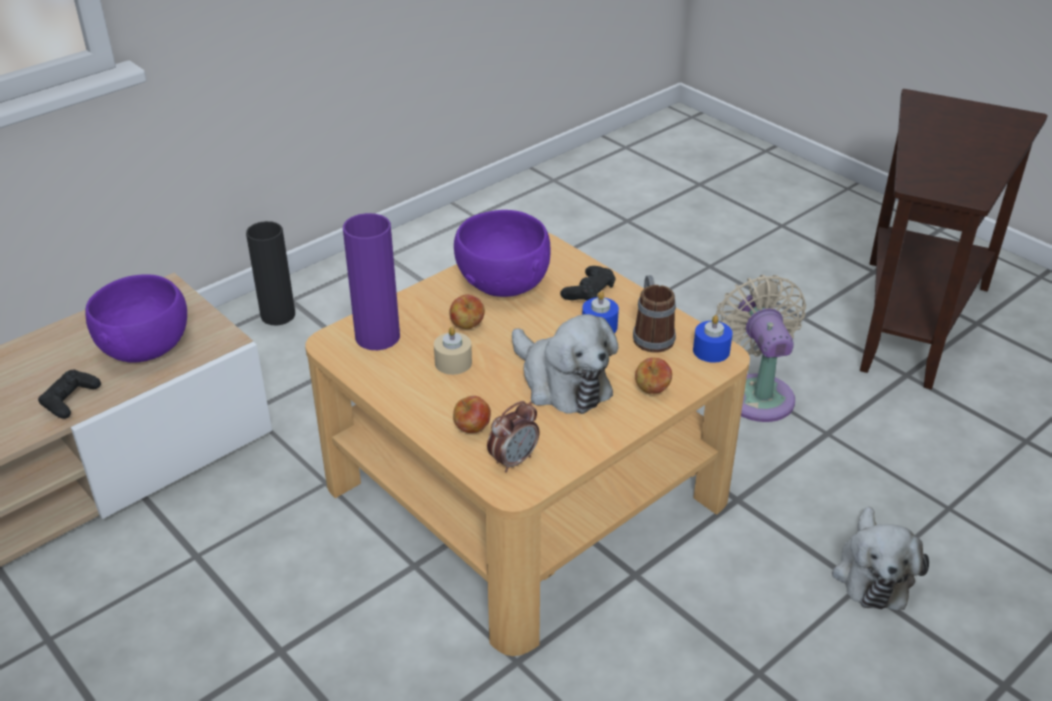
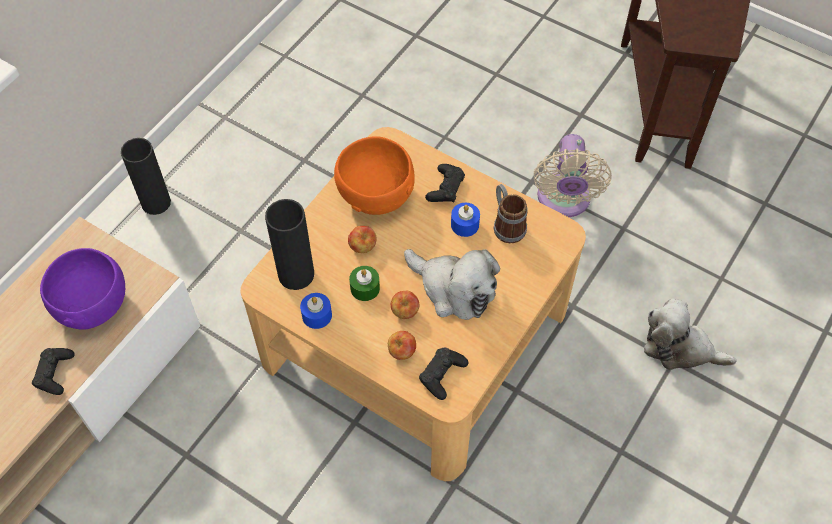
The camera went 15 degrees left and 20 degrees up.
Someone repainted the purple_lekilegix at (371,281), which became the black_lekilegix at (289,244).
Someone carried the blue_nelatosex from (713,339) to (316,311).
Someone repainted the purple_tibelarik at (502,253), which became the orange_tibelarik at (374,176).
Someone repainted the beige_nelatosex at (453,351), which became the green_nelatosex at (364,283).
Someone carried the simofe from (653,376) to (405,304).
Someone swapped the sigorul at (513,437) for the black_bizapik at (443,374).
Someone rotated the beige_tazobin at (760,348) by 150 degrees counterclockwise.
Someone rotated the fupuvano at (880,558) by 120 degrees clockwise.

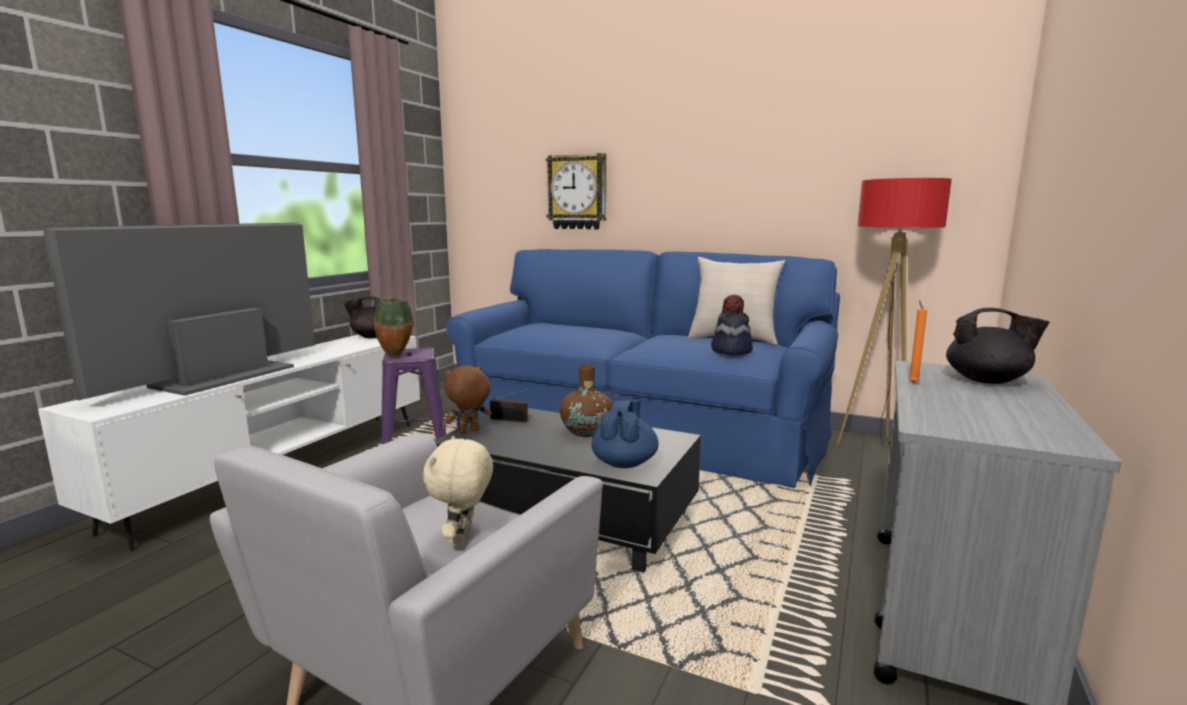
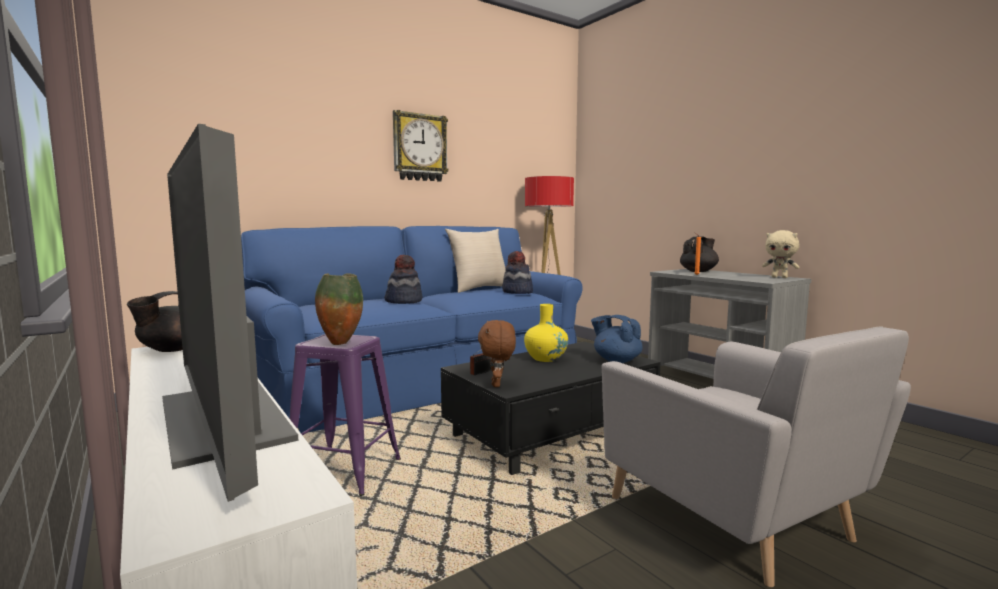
The camera went 60 degrees left and 5 degrees down.
Someone put down the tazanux at (404,279).
Someone carried the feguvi from (576,191) to (421,146).
Someone repainted the brown_lekilegix at (586,401), which became the yellow_lekilegix at (546,333).
Someone carried the beige_fupuvano from (458,492) to (780,254).

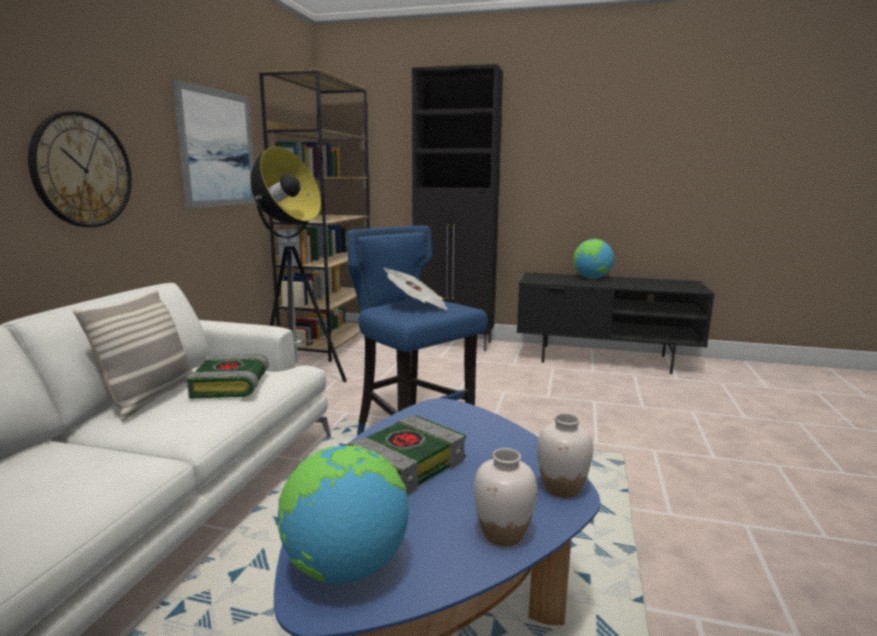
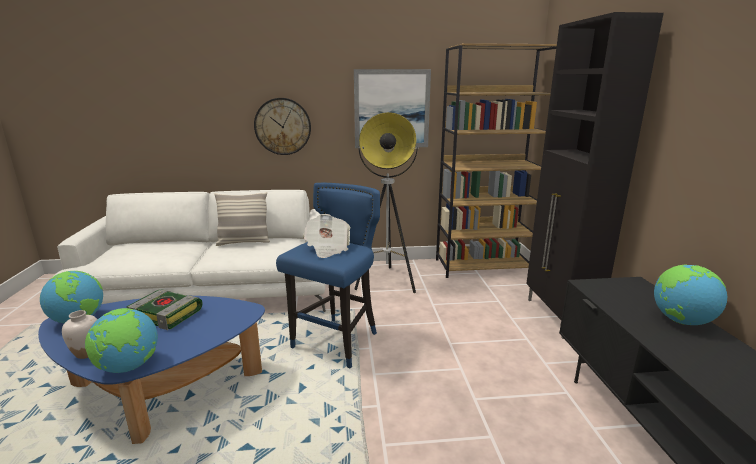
The camera went 70 degrees right and 5 degrees up.
Someone swapped the white_lekilegix at (565,455) for the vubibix at (121,340).
Someone took away the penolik at (227,376).

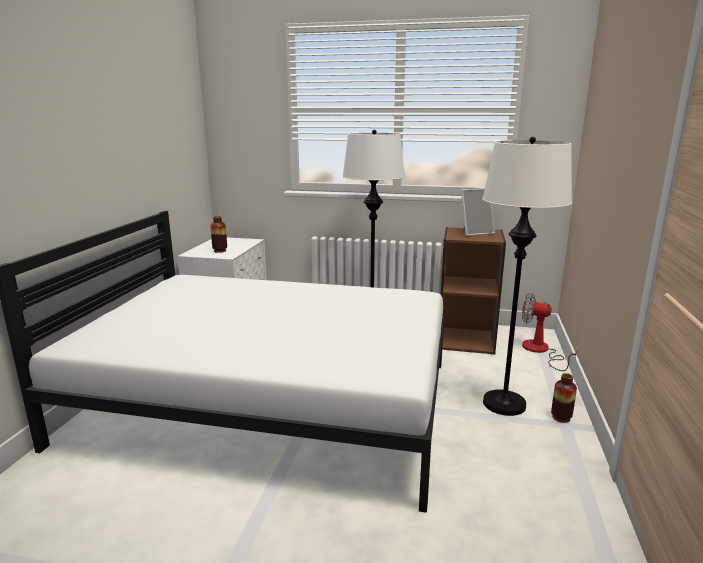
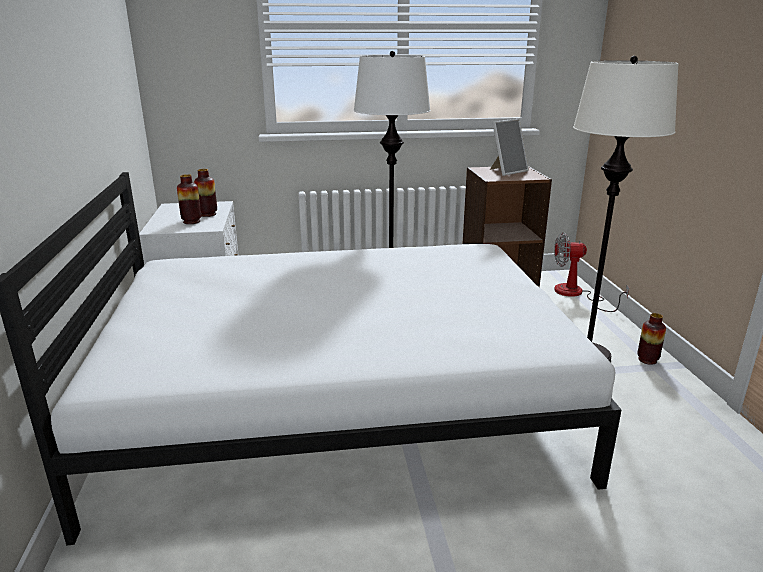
The camera went 20 degrees left and 5 degrees up.
Someone put down the lekilegix at (205,193).

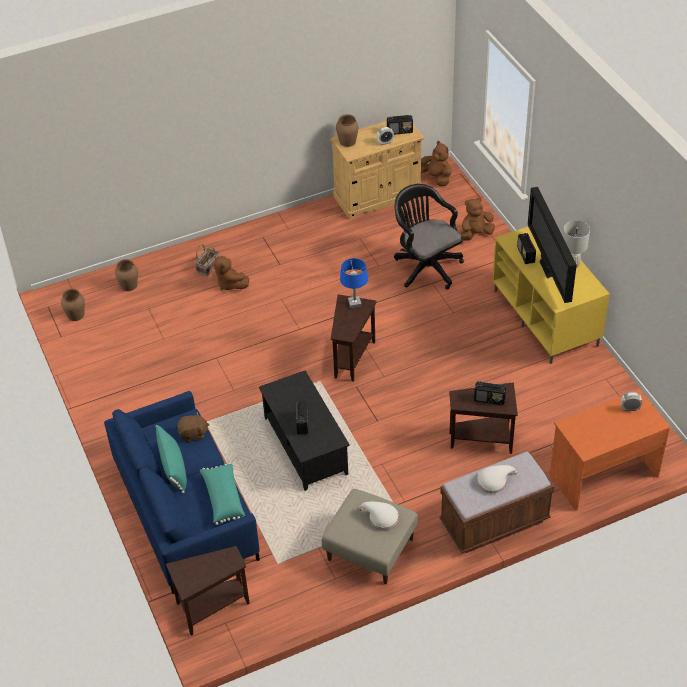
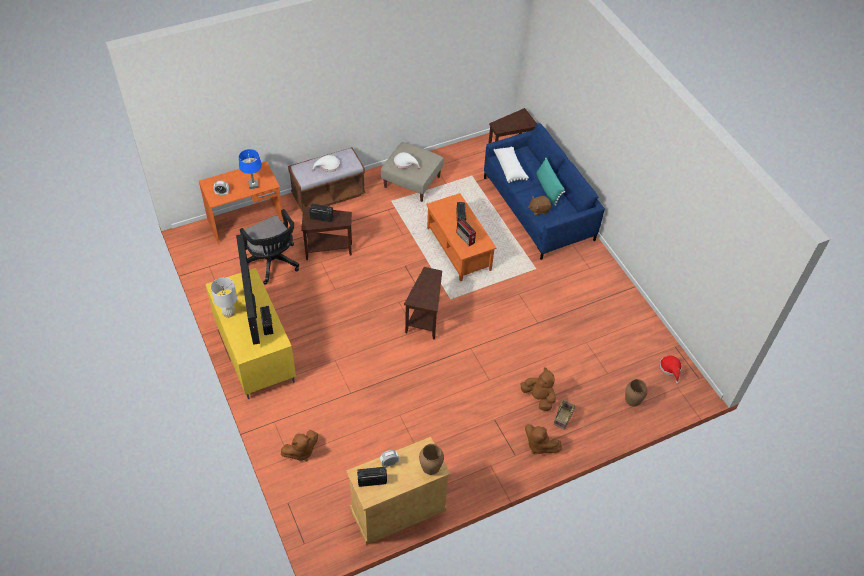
The camera went 175 degrees right and 5 degrees up.
Someone carried the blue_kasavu from (354,283) to (250,169).
Someone carried the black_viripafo from (429,237) to (269,247).
Someone repainted the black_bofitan at (304,430), which became the orange_bofitan at (461,237).
Someone put down the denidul at (466,232).
Someone repainted the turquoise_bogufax at (222,493), which became the white_bogufax at (511,165).
Someone carried the brown_fupuvano from (436,163) to (543,439).
Someone swapped the brown_lekilegix at (73,305) for the red_tazanux at (670,370).

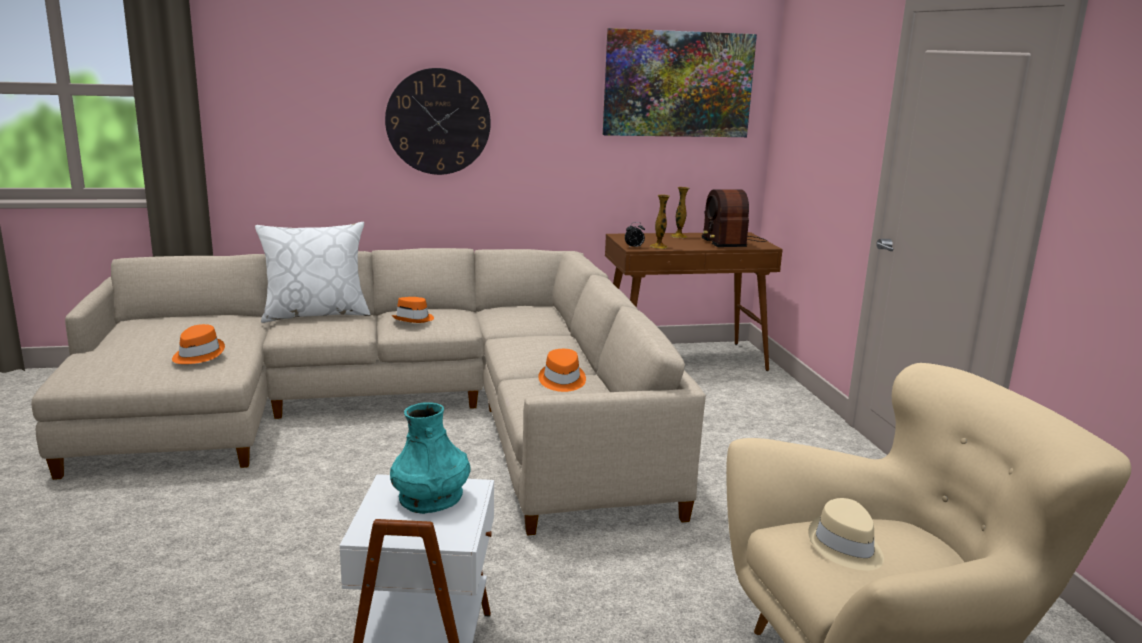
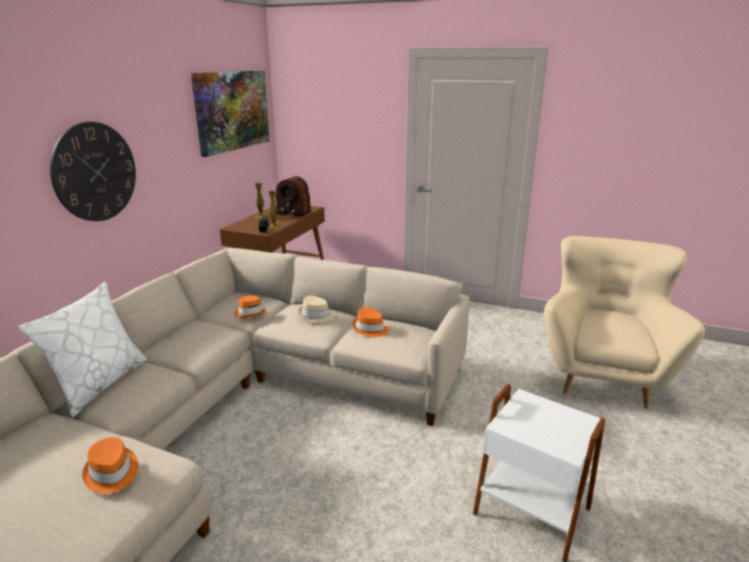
The camera went 55 degrees left and 5 degrees up.
Someone carried the orange_tazanux from (413,310) to (250,306).
Someone carried the beige_tazanux from (846,534) to (316,309).
Someone took away the turquoise_lekilegix at (430,458).

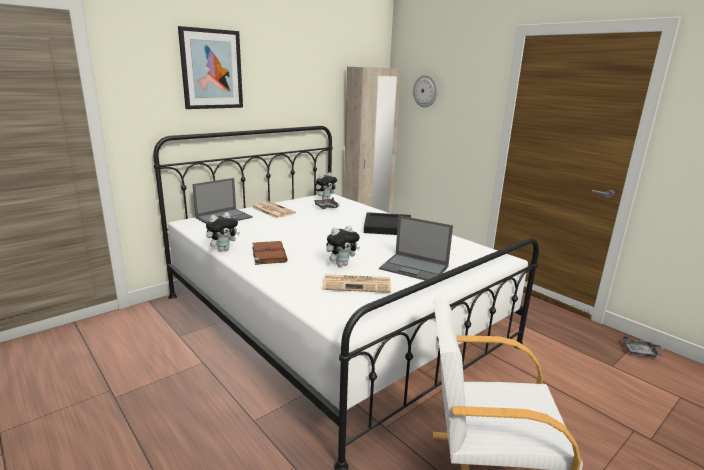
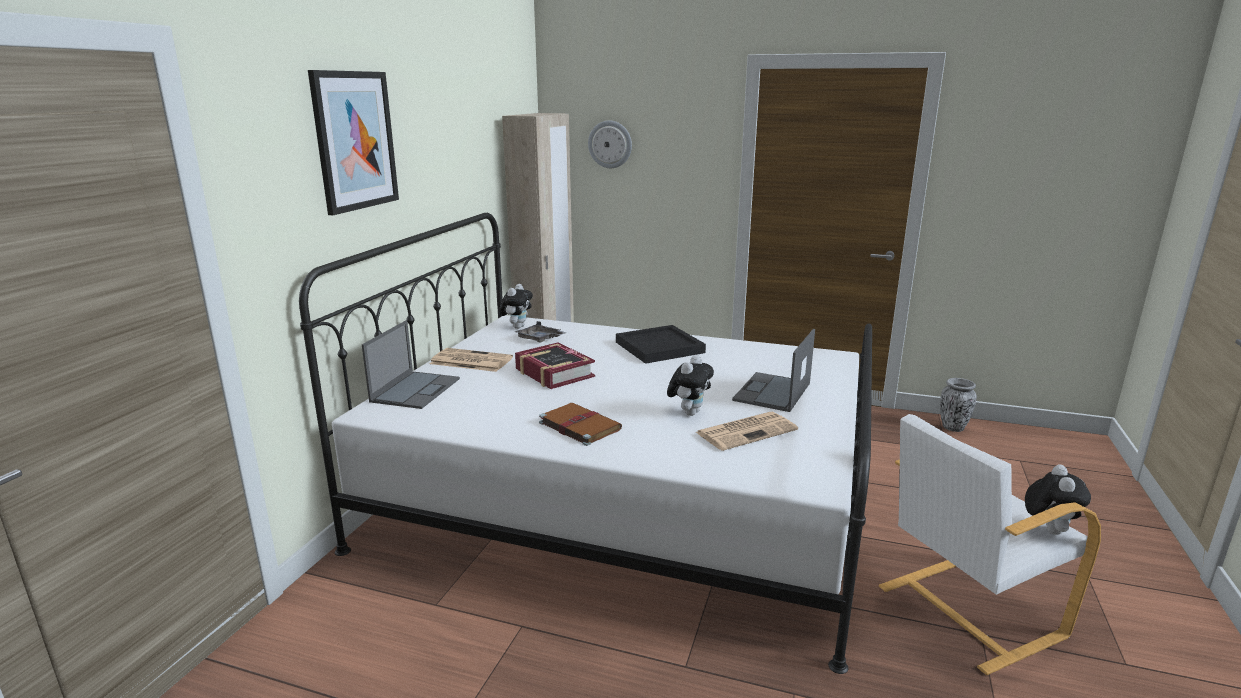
The camera went 30 degrees left and 0 degrees up.
Someone put down the penolik at (555,365).
Someone rotated the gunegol at (416,248) by 120 degrees clockwise.
Someone swapped the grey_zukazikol at (643,347) for the lekilegix at (958,405).
Someone carried the fupuvano from (223,232) to (1058,499).

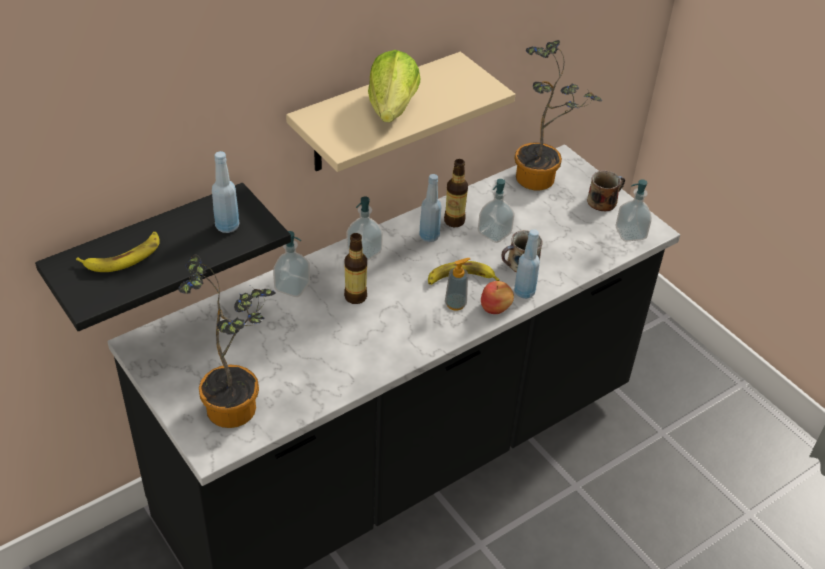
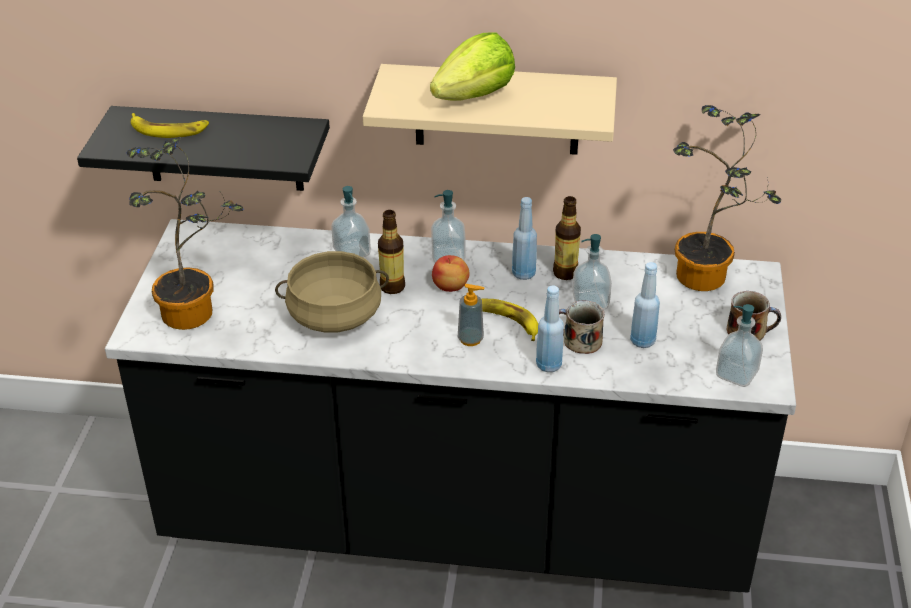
The camera went 45 degrees right and 5 degrees down.
Someone put down the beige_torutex at (332,292).
Someone carried the simofe from (497,297) to (451,273).
Someone carried the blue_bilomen from (226,192) to (645,305).

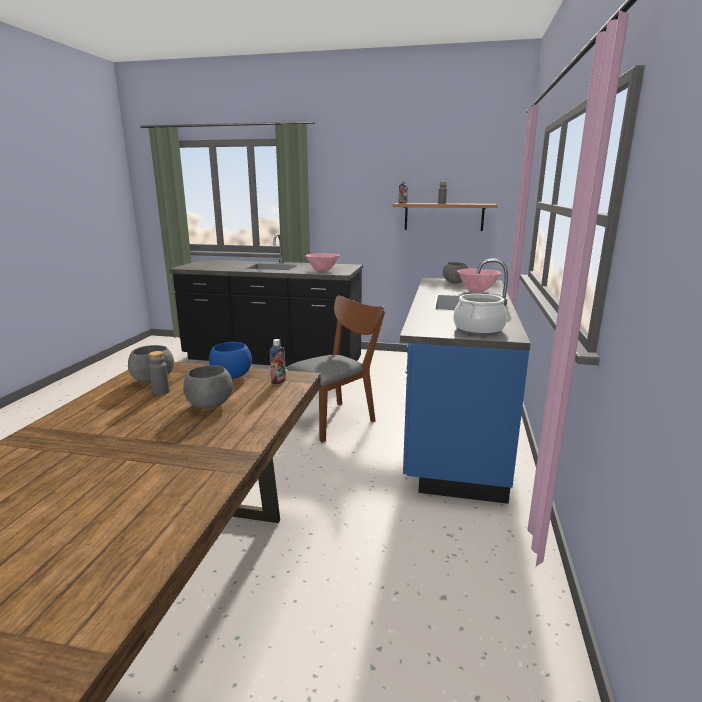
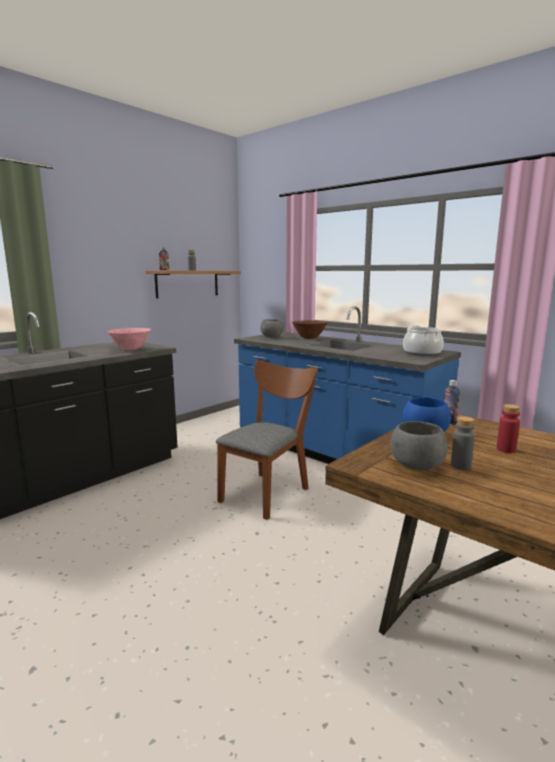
The camera went 60 degrees left and 5 degrees down.
Someone rotated the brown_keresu at (336,369) by 45 degrees clockwise.
Someone repainted the pink_tibelarik at (479,280), which became the brown_tibelarik at (310,329).
Someone swapped the grey_tibelarik at (208,387) for the red_bilomen at (508,428).

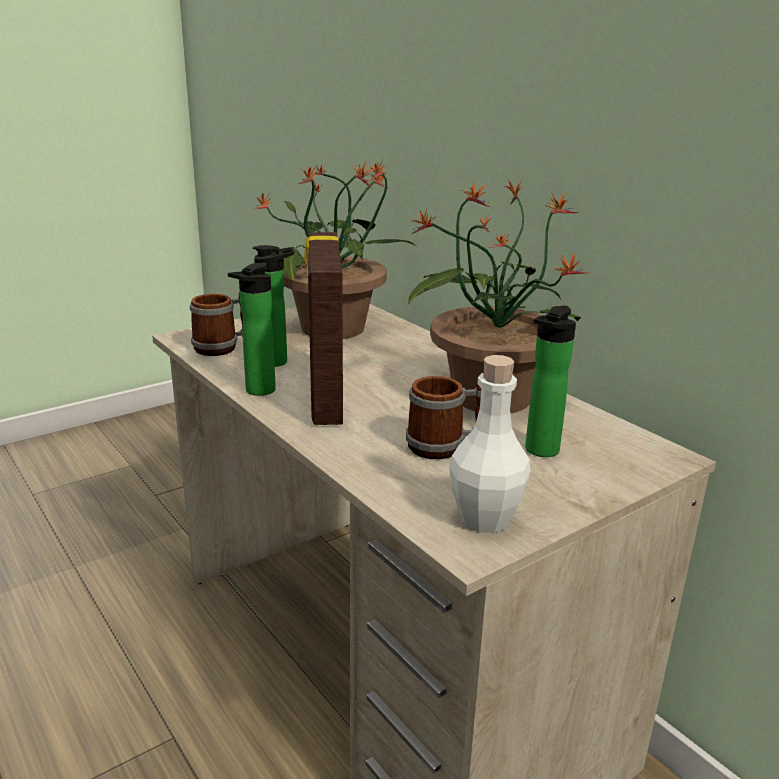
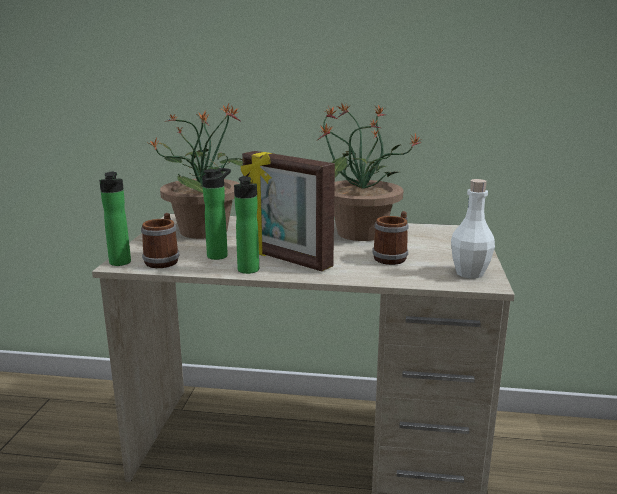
The camera went 45 degrees left and 5 degrees down.
Someone carried the bilomen from (550,381) to (115,218).

